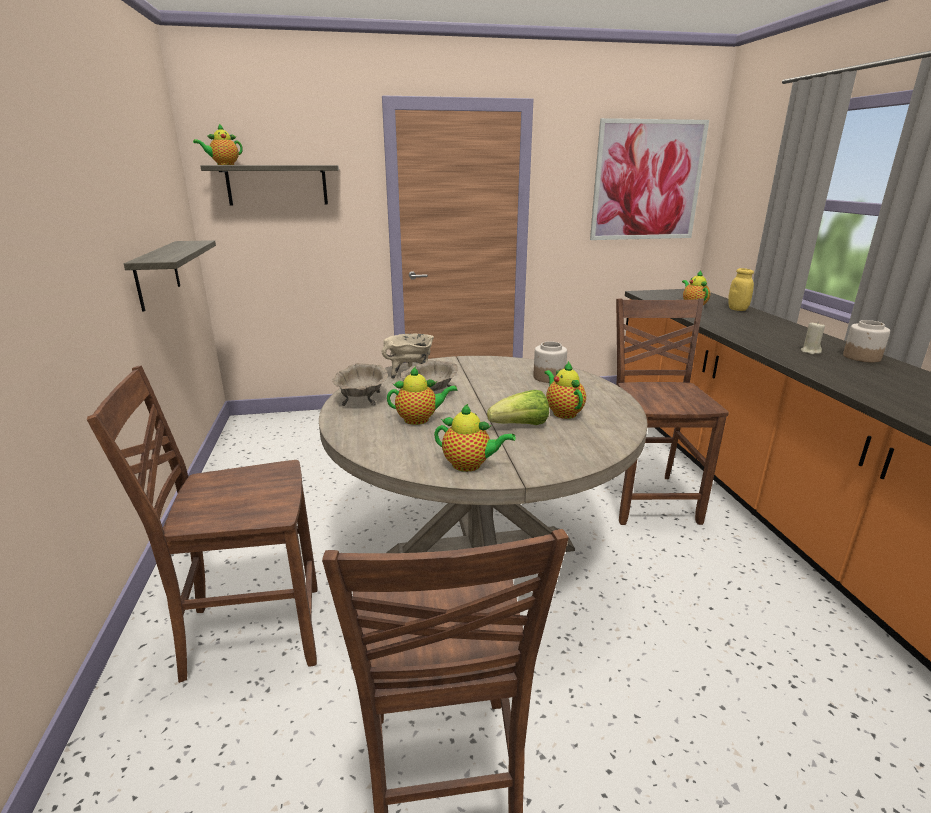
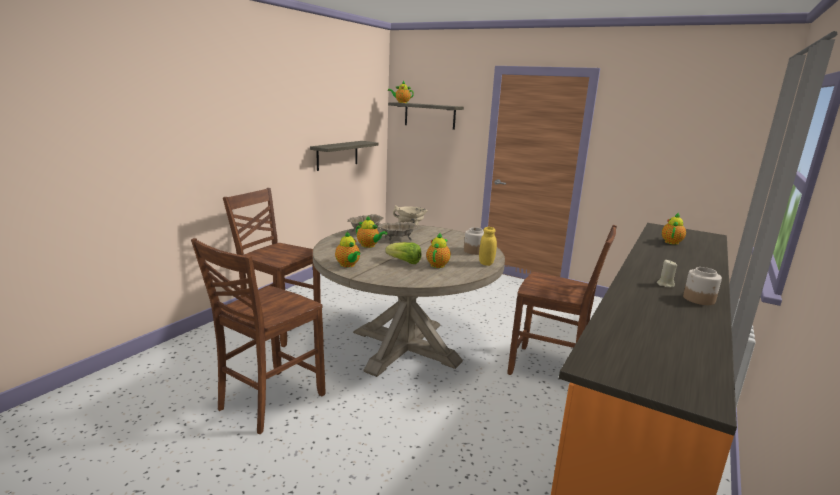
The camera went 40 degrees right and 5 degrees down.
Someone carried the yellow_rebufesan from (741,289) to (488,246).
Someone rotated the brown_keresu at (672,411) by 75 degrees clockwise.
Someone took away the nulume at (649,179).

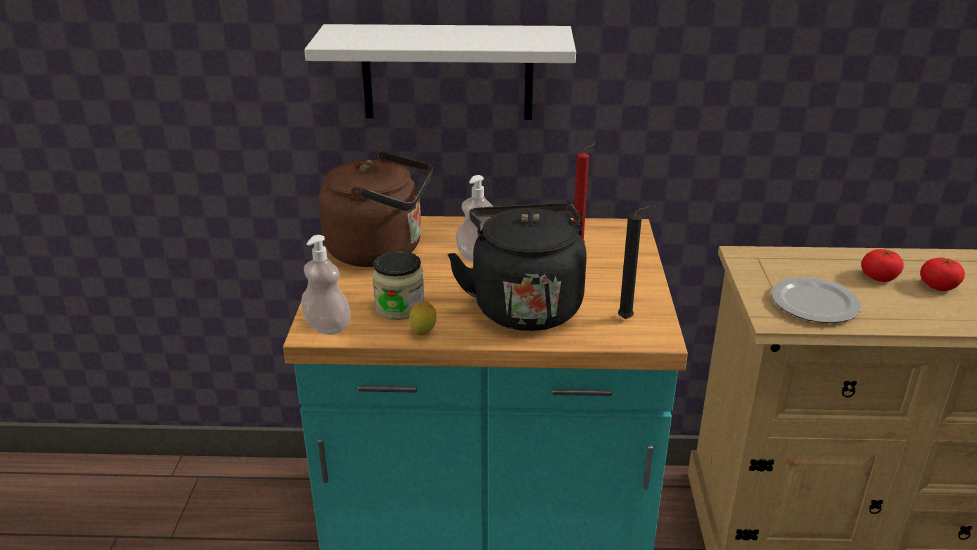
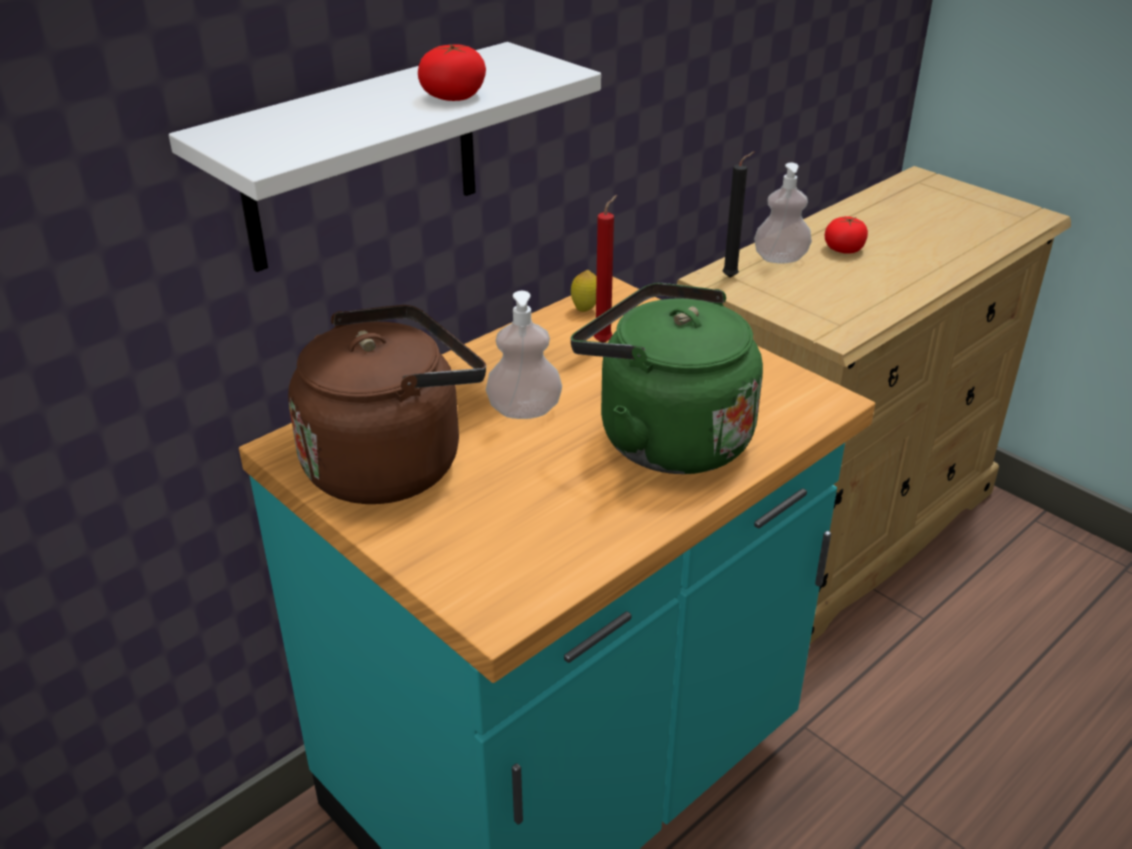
The camera went 45 degrees left and 5 degrees up.
Someone carried the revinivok from (942,274) to (452,72).
Someone carried the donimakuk from (422,318) to (584,291).
Someone repainted the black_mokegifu at (517,267), which became the green_mokegifu at (667,378).
Someone carried the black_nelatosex from (634,262) to (738,214).
Someone carried the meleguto from (326,285) to (783,213).
Someone took away the rebufesan at (398,285).
Someone took away the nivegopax at (816,300).

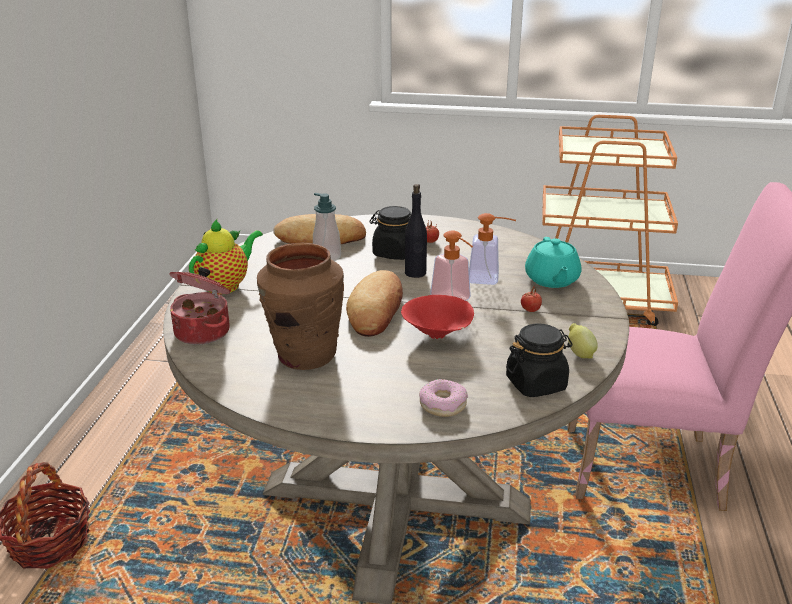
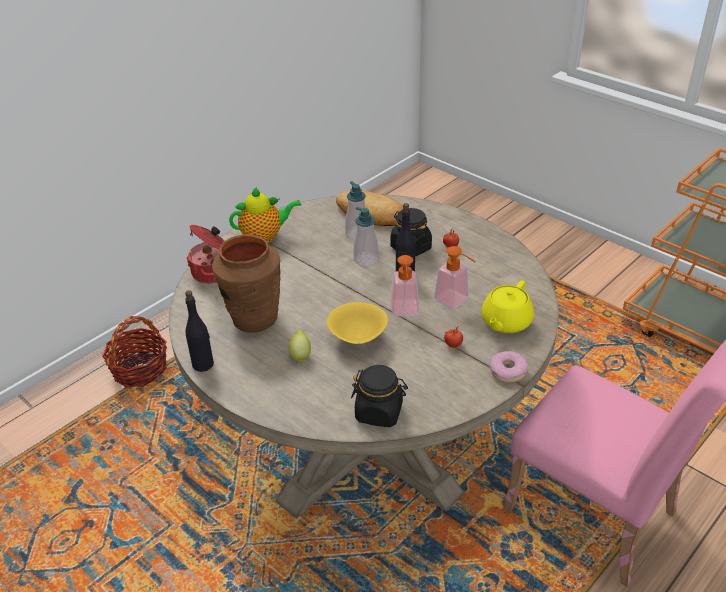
The camera went 35 degrees right and 10 degrees up.
Someone put down the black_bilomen at (199,331).
Someone carried the donimakuk from (583,340) to (300,346).
Someone repainted the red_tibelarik at (437,317), which became the yellow_tibelarik at (357,323).
Someone put down the meleguto at (366,236).
Someone repainted the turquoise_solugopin at (553,262), which became the yellow_solugopin at (507,306).
Someone carried the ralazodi from (443,398) to (509,367).
Someone took away the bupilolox at (374,303).

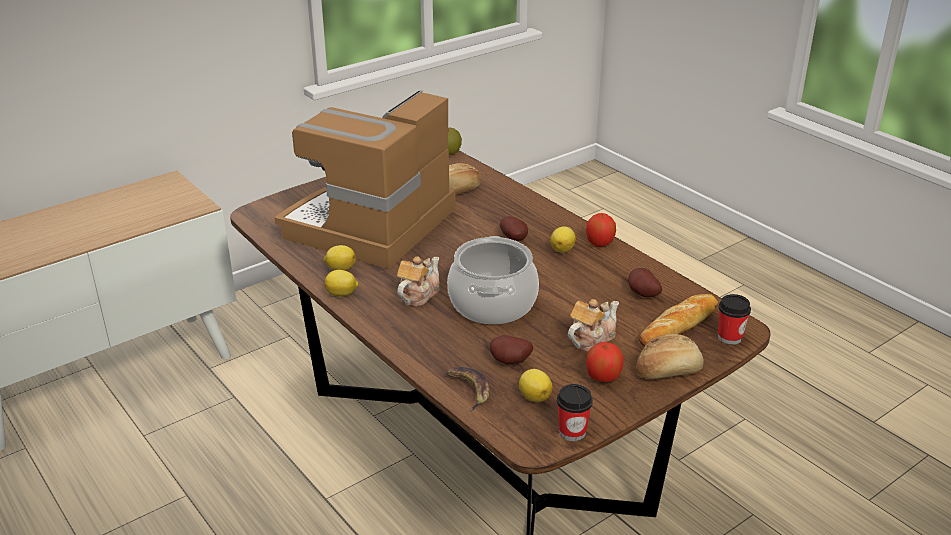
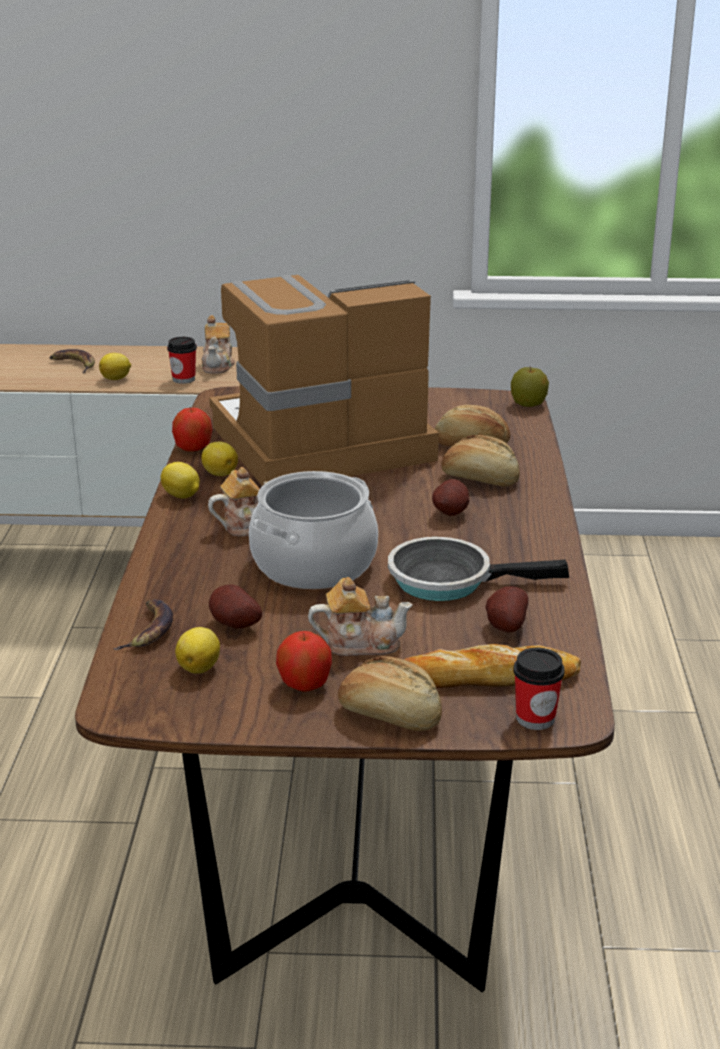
The camera went 40 degrees right and 5 degrees down.
Someone put down the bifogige at (72,361).
Someone carried the donimakuk from (563,239) to (115,366).
Someone carried the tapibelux from (575,412) to (182,360).
Someone carried the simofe from (601,230) to (192,429).
Someone put down the solugopin at (218,344).
Someone put down the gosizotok at (478,569).
Someone put down the bupilolox at (480,461).

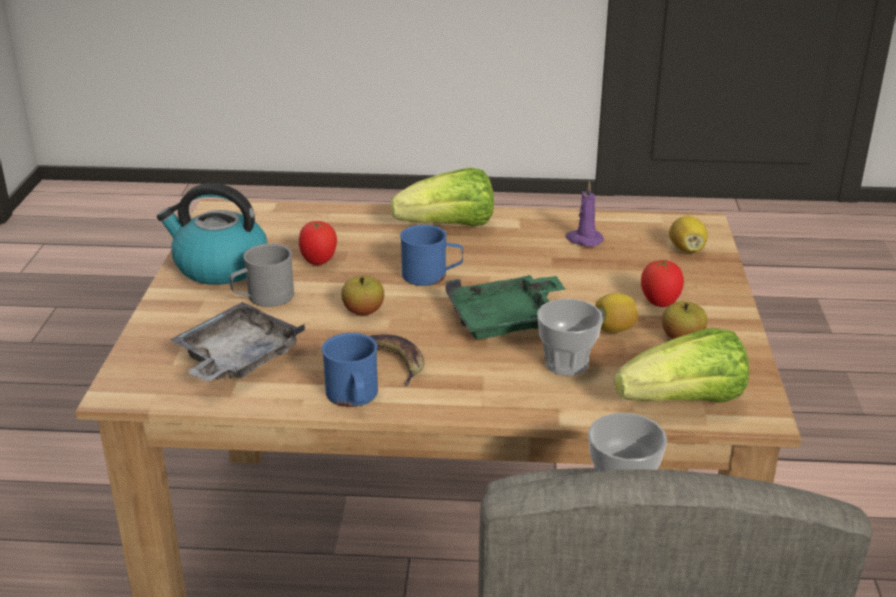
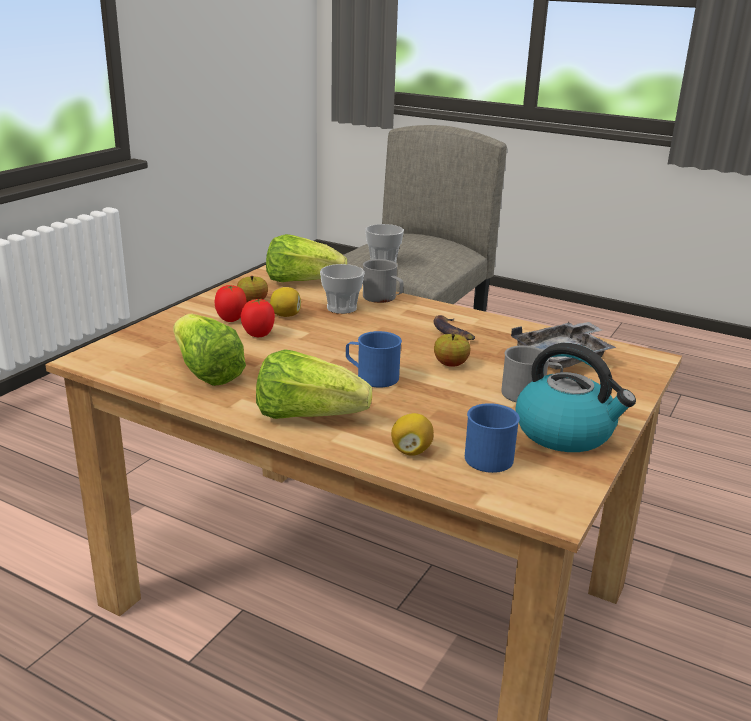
The camera went 155 degrees left and 5 degrees down.
Someone swapped the purple_nelatosex at (585,214) for the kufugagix at (209,350).
Someone carried the revinivok from (318,243) to (258,318).
Someone put down the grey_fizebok at (383,281).
Someone carried the donimakuk from (688,234) to (412,434).
Someone carried the blue_fizebok from (350,370) to (492,438).
Someone took away the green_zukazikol at (505,307).

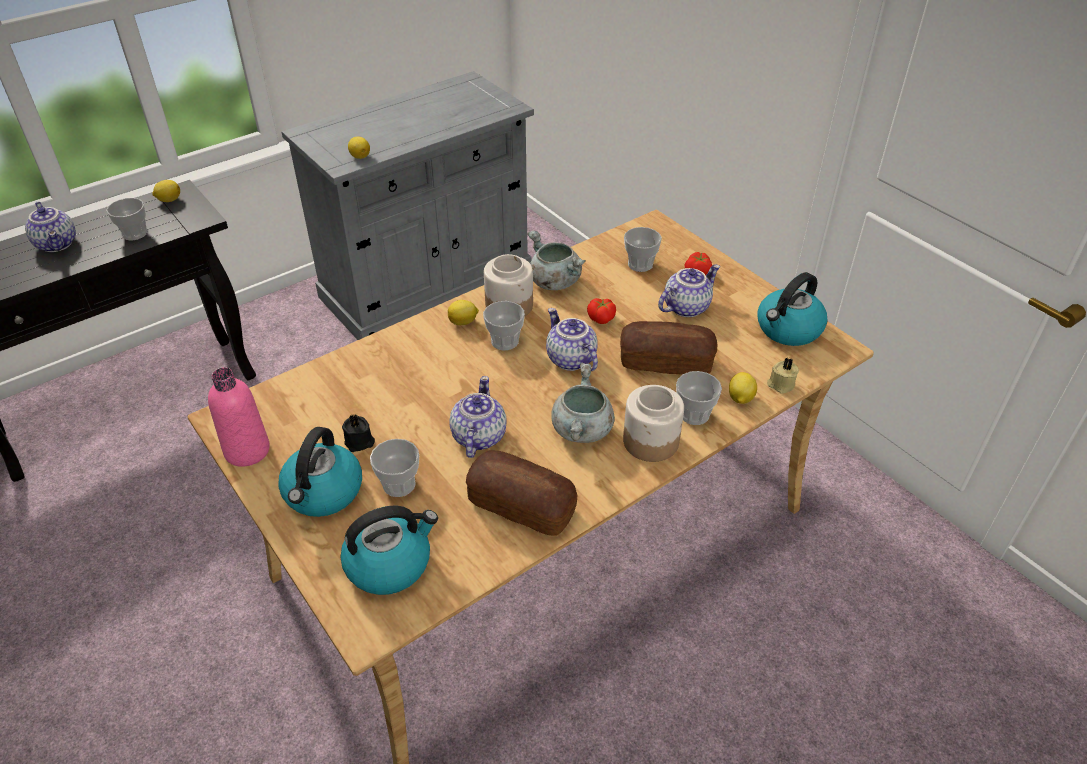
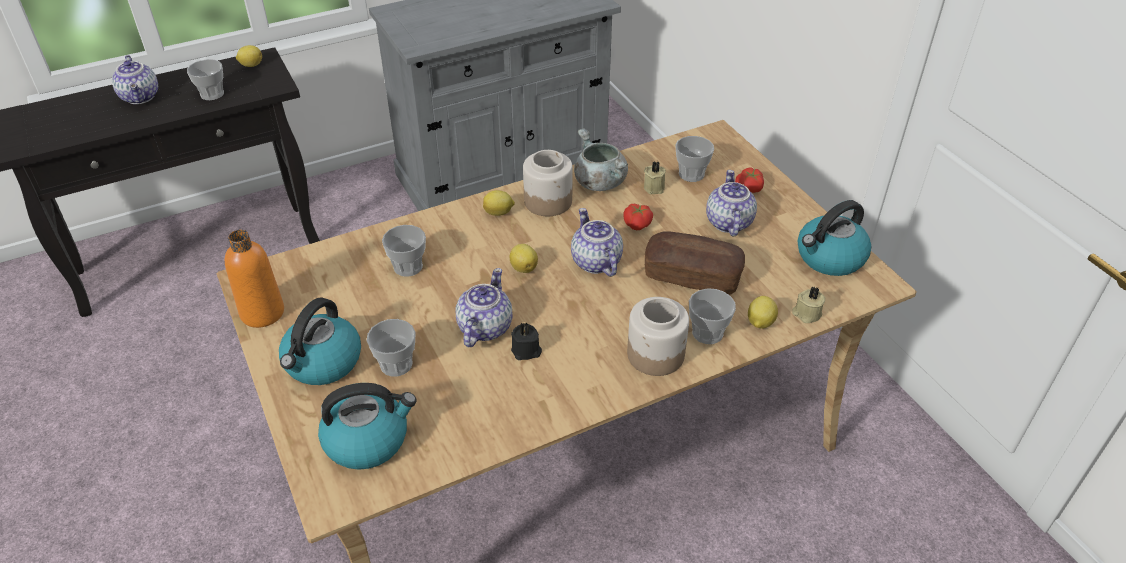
The camera went 10 degrees right and 0 degrees up.
Someone repainted the pink_bilomen at (239,417), which became the orange_bilomen at (254,279).
Someone carried the tapibelux from (504,325) to (404,251).
Someone carried the donimakuk from (359,147) to (524,258).
Someone carried the black_nelatosex from (358,433) to (526,341).
Someone put down the beige_nelatosex at (655,177).
Someone rotated the solugopin at (689,290) by 60 degrees counterclockwise.
Someone took away the bupilolox at (522,493).
Someone took away the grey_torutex at (583,403).

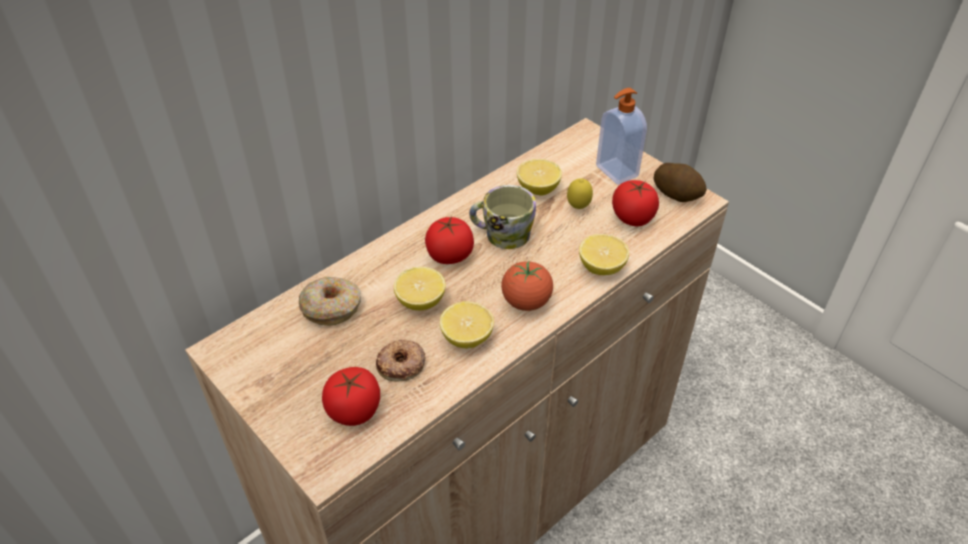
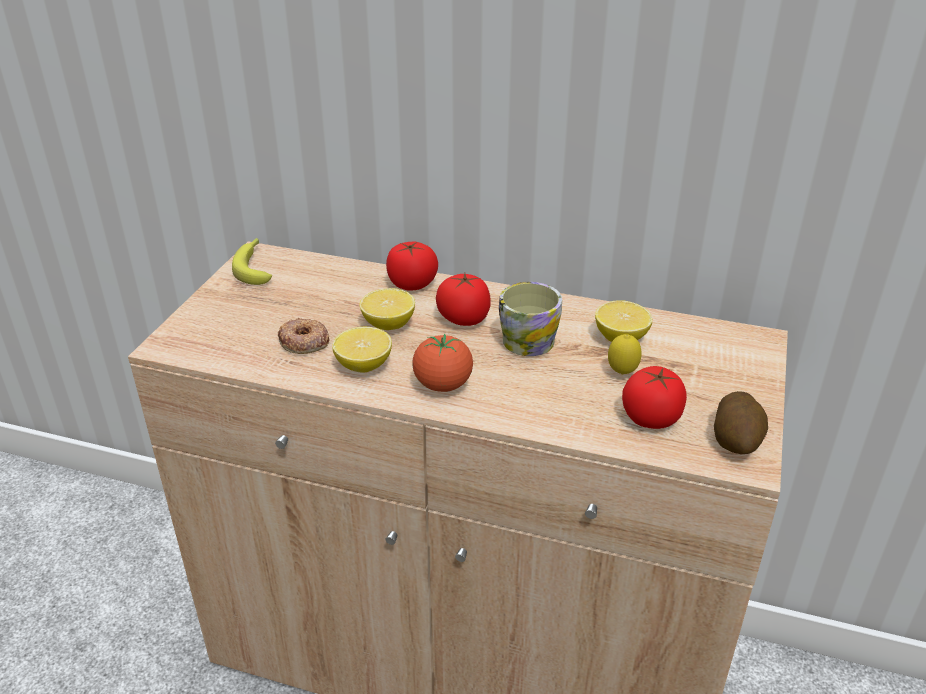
The camera went 60 degrees right and 10 degrees down.
Someone put down the bifogige at (252,261).
Someone carried the revinivok from (351,396) to (412,266).
Someone took away the ralazodi at (330,301).
Someone took away the donimakuk at (604,254).
Someone took away the meleguto at (621,136).

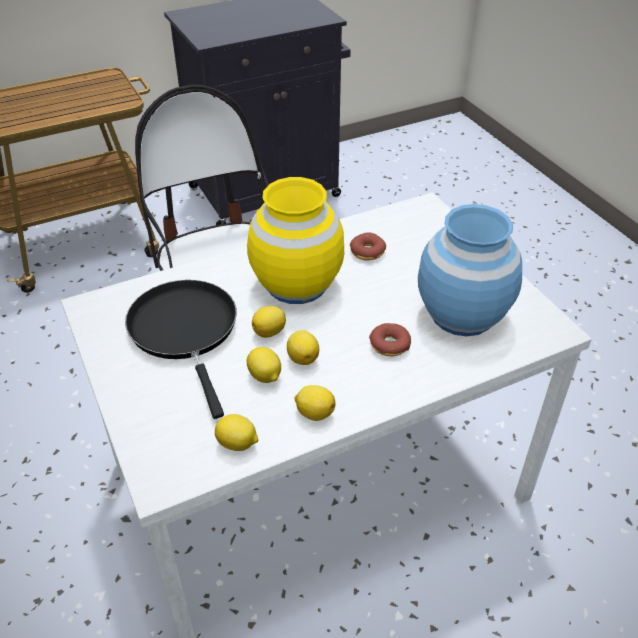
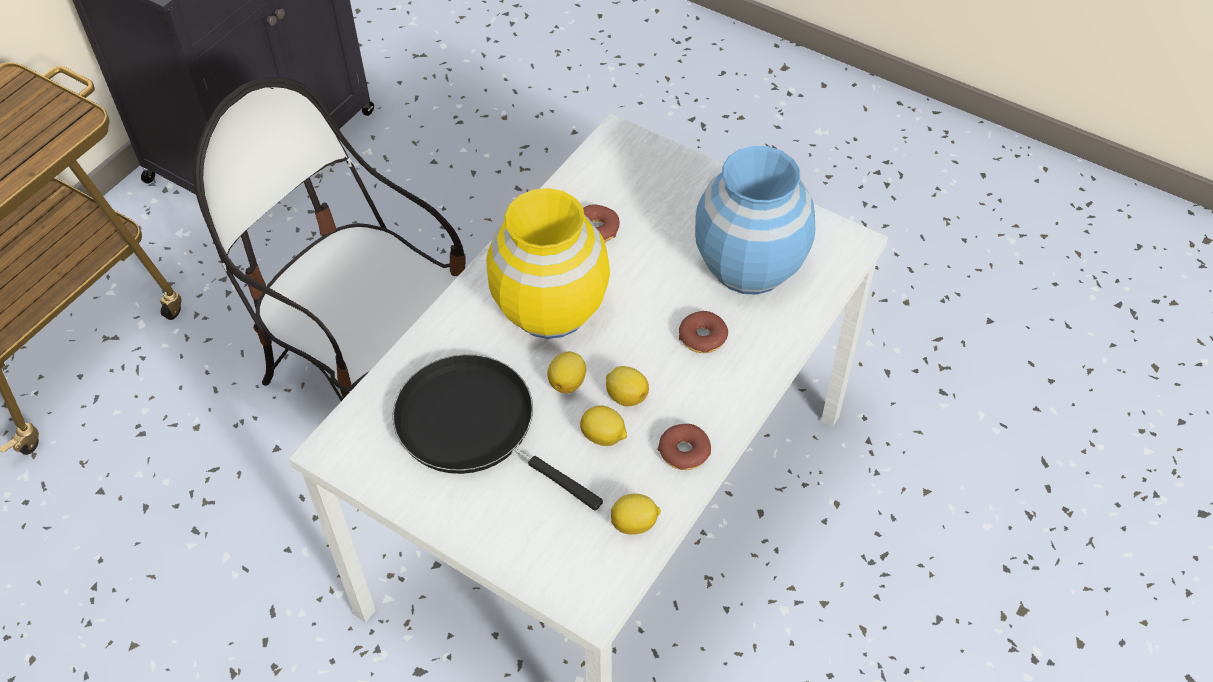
The camera went 30 degrees left and 10 degrees up.
Someone swapped the donimakuk at (314,403) for the ralazodi at (684,447).

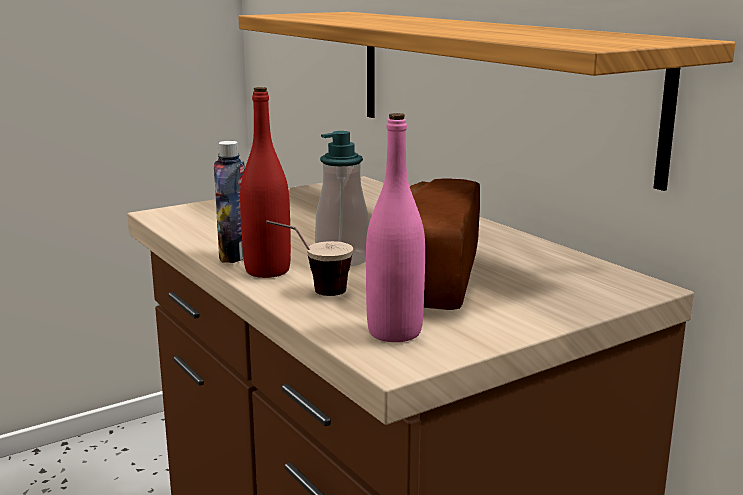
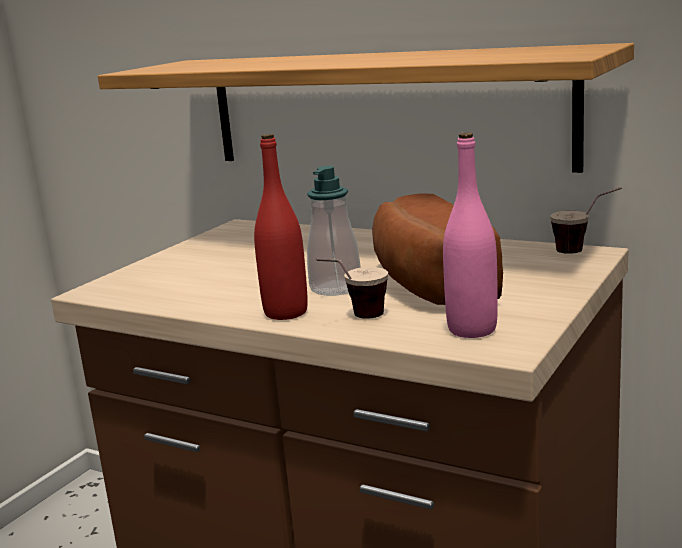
The camera went 25 degrees left and 0 degrees up.
Someone put down the tapibelux at (586,220).
Someone took away the bilomen at (229,202).

